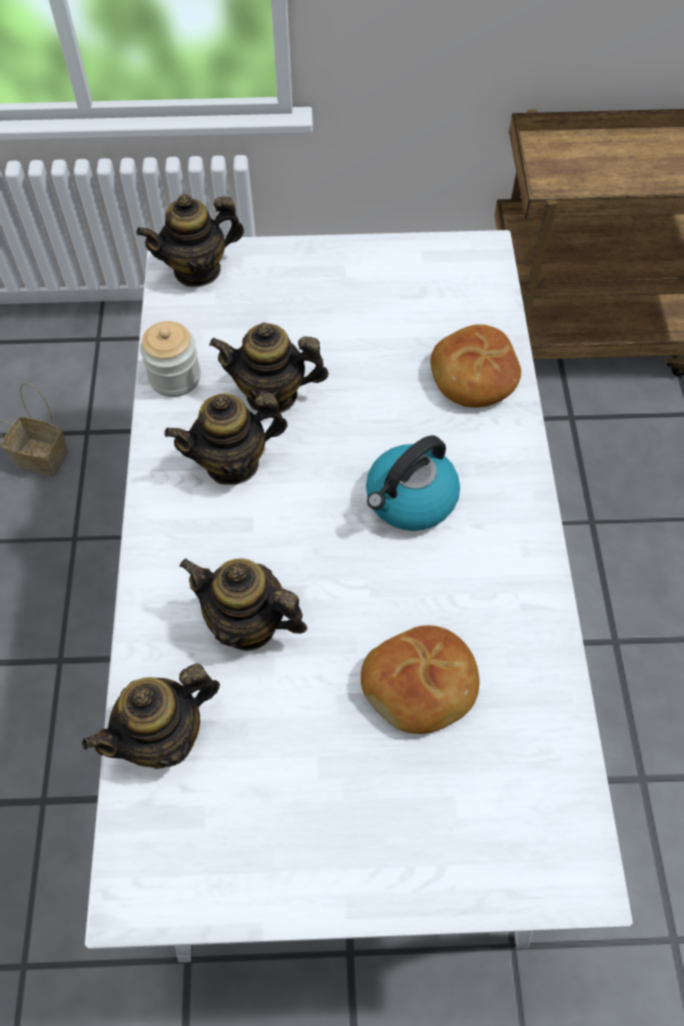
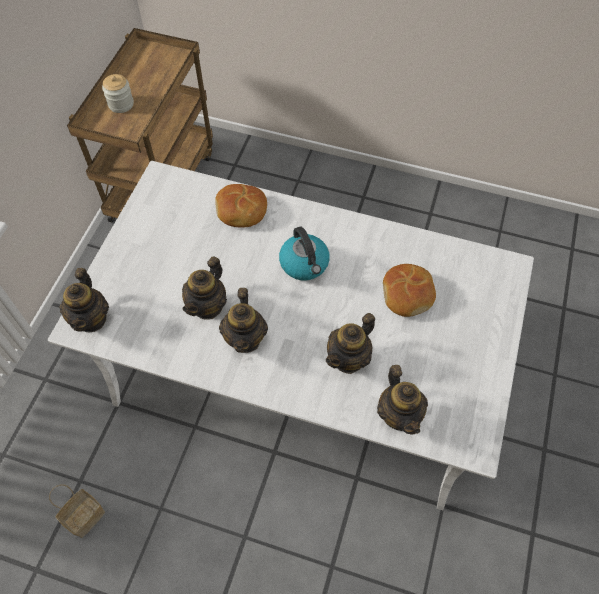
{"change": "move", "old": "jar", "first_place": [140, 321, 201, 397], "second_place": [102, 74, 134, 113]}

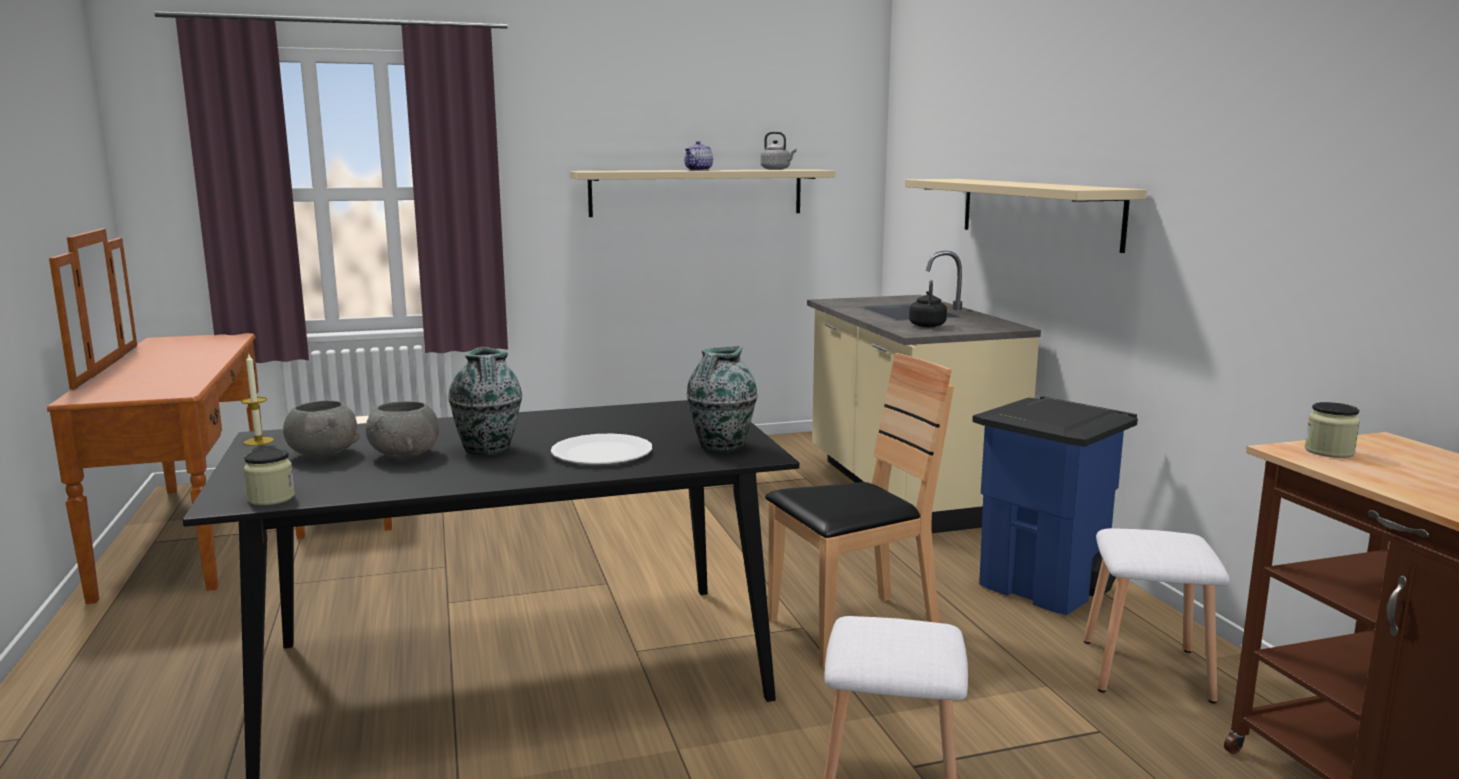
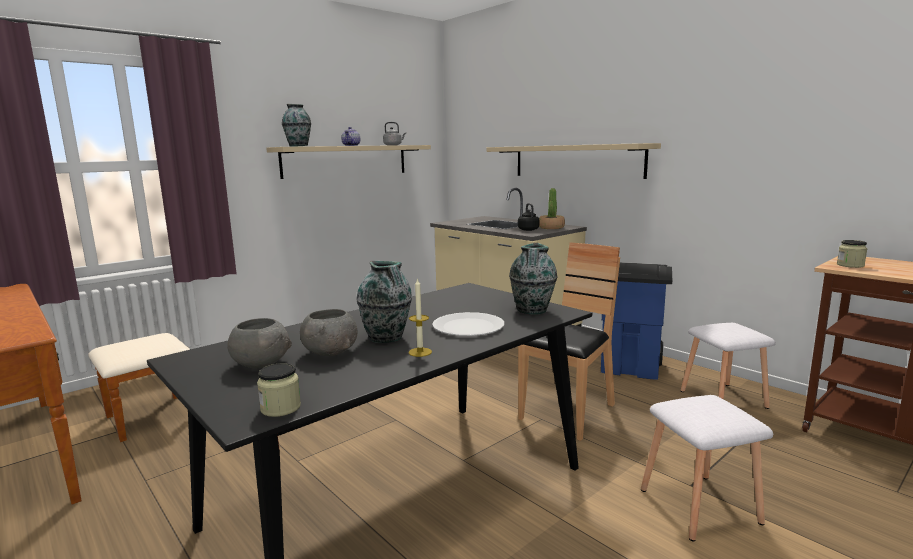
{"change": "insert", "new": "vase", "second_place": [282, 104, 311, 147]}
{"change": "move", "old": "candle", "first_place": [241, 354, 274, 446], "second_place": [409, 278, 432, 357]}
{"change": "insert", "new": "potted plant", "second_place": [539, 188, 565, 229]}

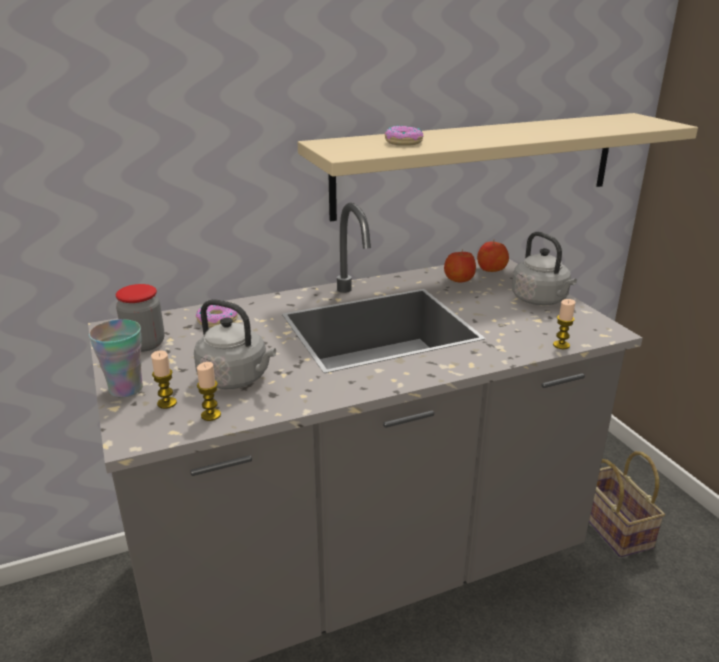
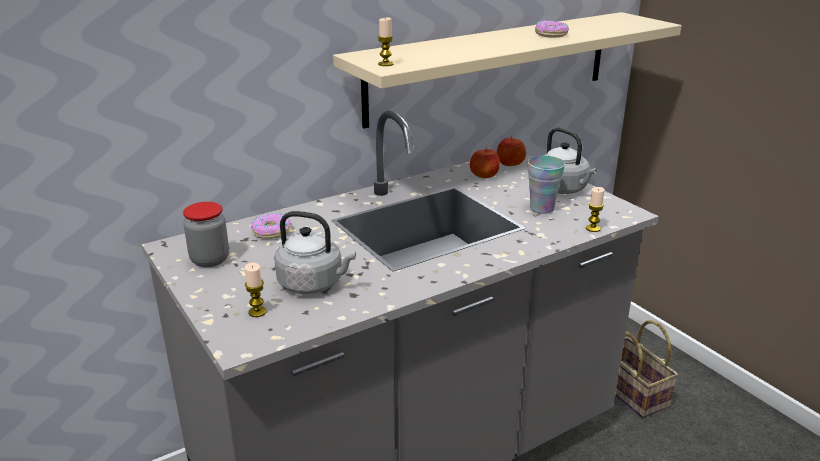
{"change": "move", "old": "candle", "first_place": [197, 362, 221, 421], "second_place": [378, 17, 393, 66]}
{"change": "move", "old": "cup", "first_place": [89, 319, 143, 398], "second_place": [528, 156, 565, 214]}
{"change": "move", "old": "donut", "first_place": [384, 126, 423, 146], "second_place": [535, 20, 569, 38]}

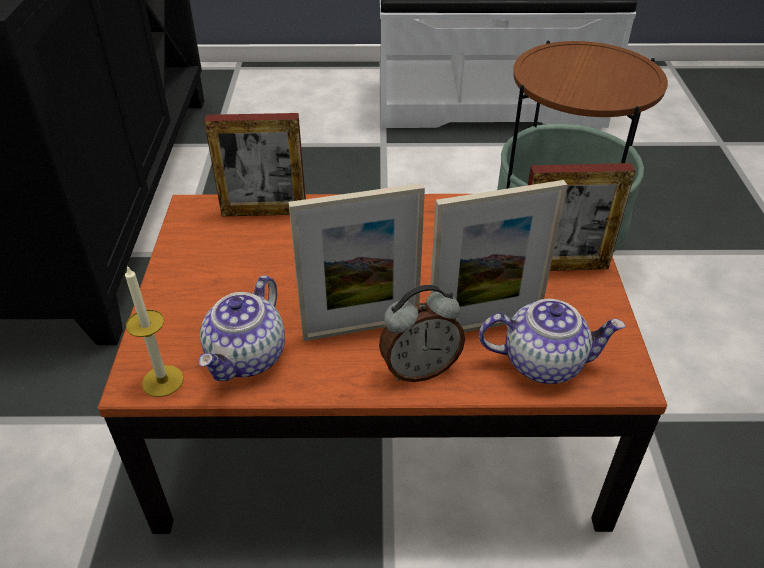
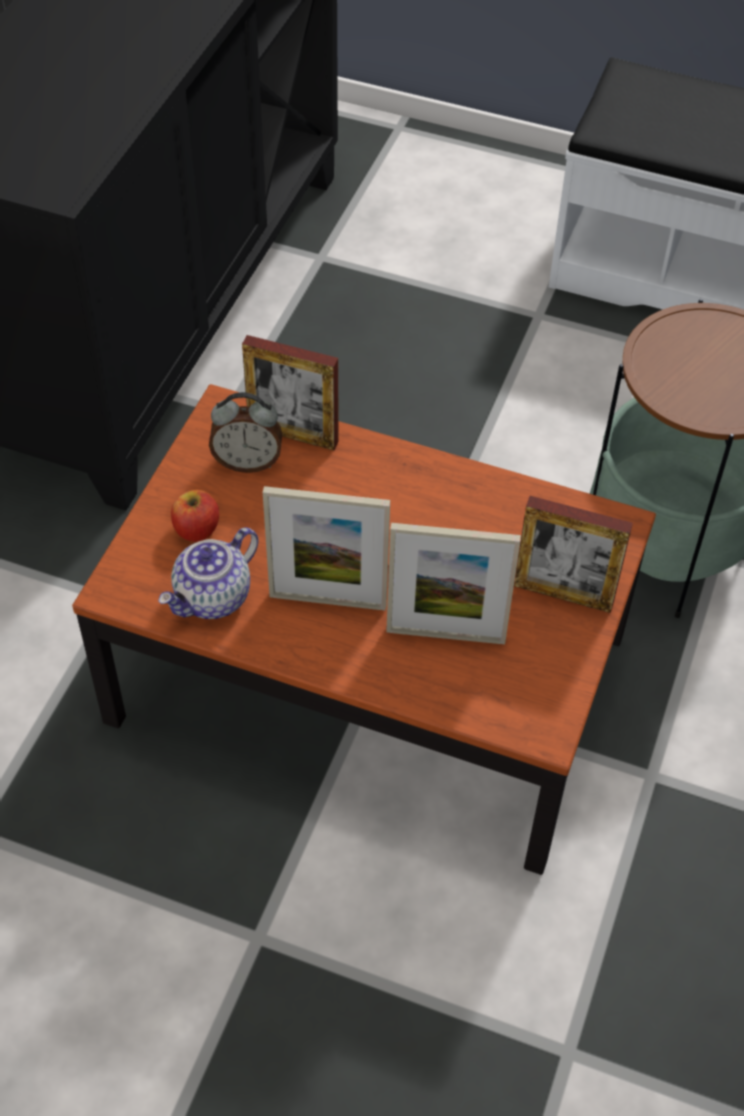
{"change": "insert", "new": "apple", "second_place": [171, 490, 219, 542]}
{"change": "move", "old": "alarm clock", "first_place": [379, 285, 465, 382], "second_place": [209, 392, 283, 473]}
{"change": "delete", "old": "candle", "first_place": [125, 266, 184, 397]}
{"change": "delete", "old": "teapot", "first_place": [479, 299, 625, 384]}

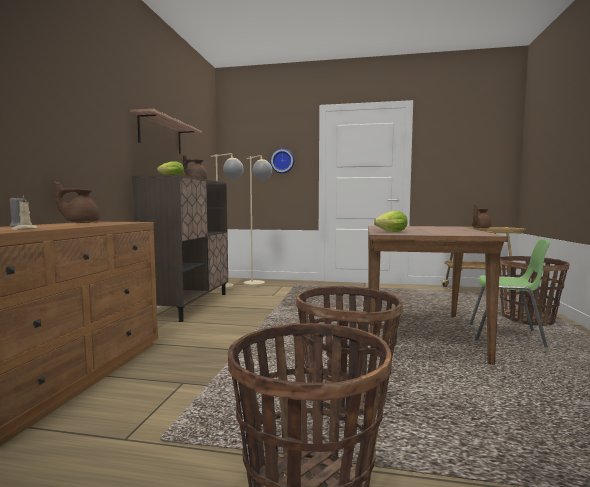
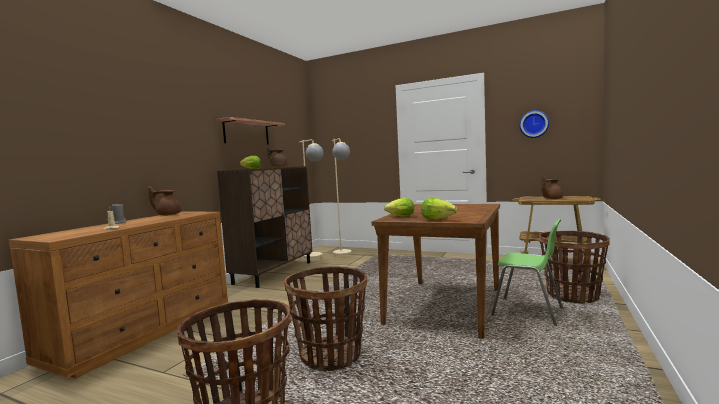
{"change": "insert", "new": "lettuce", "second_place": [421, 198, 457, 220]}
{"change": "move", "old": "wall clock", "first_place": [271, 148, 294, 173], "second_place": [519, 110, 549, 138]}

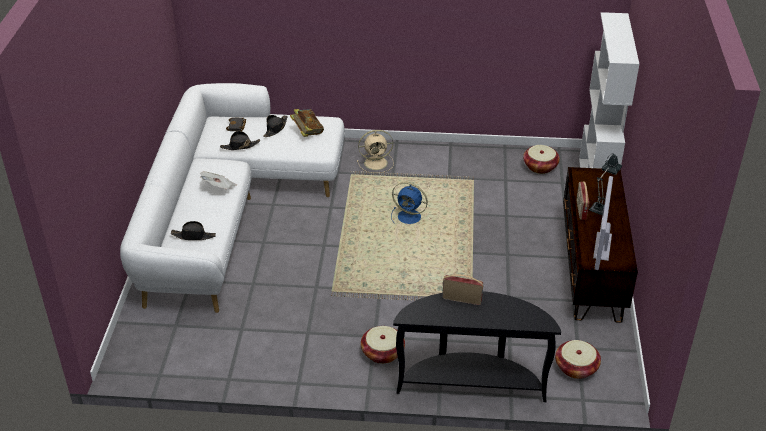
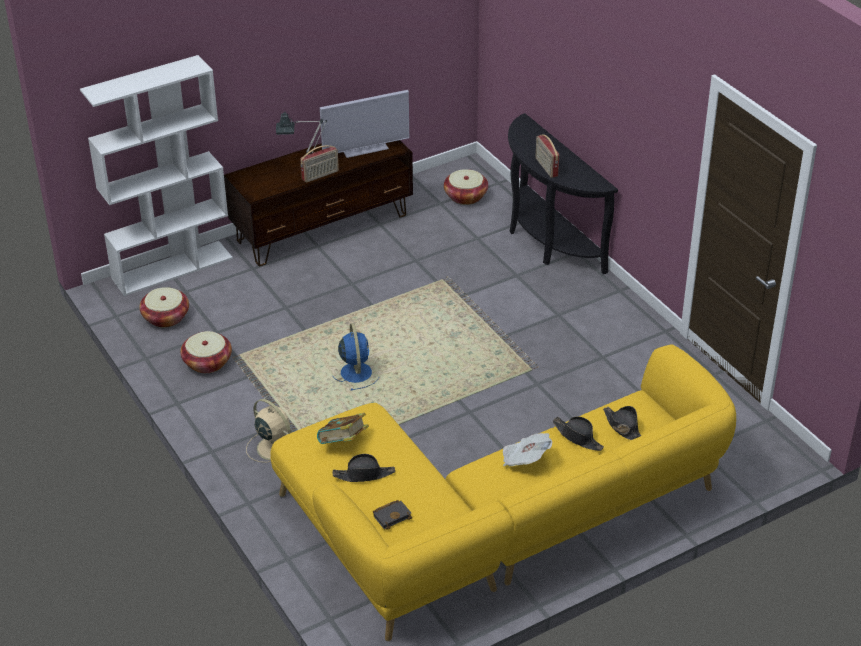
{"change": "move", "old": "basket", "first_place": [361, 326, 405, 364], "second_place": [180, 331, 232, 373]}
{"change": "recolor", "old": "sofa/white", "new": "sofa/yellow", "first_place": [120, 83, 345, 313], "second_place": [270, 344, 736, 641]}
{"change": "move", "old": "hat/black", "first_place": [220, 131, 260, 150], "second_place": [553, 416, 604, 451]}

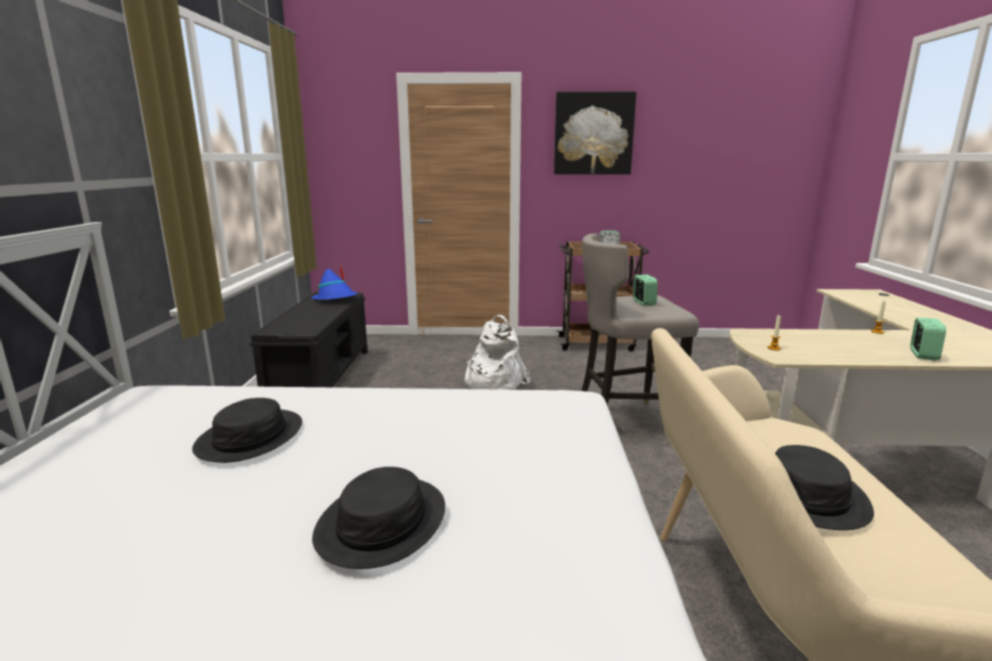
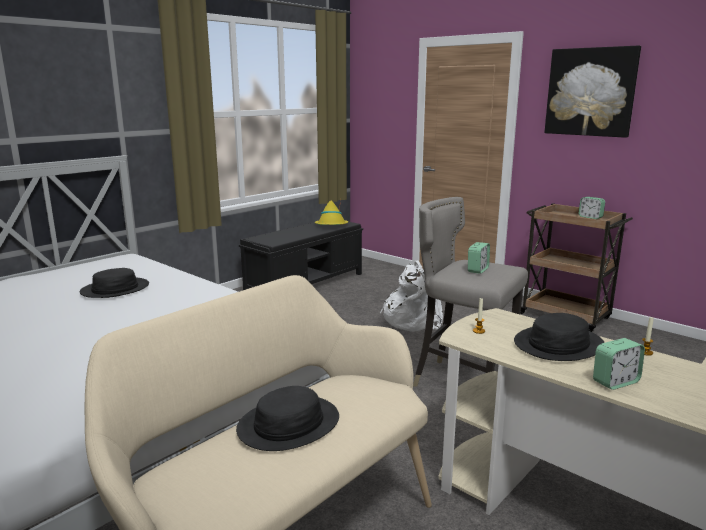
{"change": "recolor", "old": "hat/blue", "new": "hat/yellow", "first_place": [311, 265, 357, 300], "second_place": [315, 200, 348, 225]}
{"change": "move", "old": "hat/black", "first_place": [312, 467, 445, 569], "second_place": [514, 313, 604, 361]}

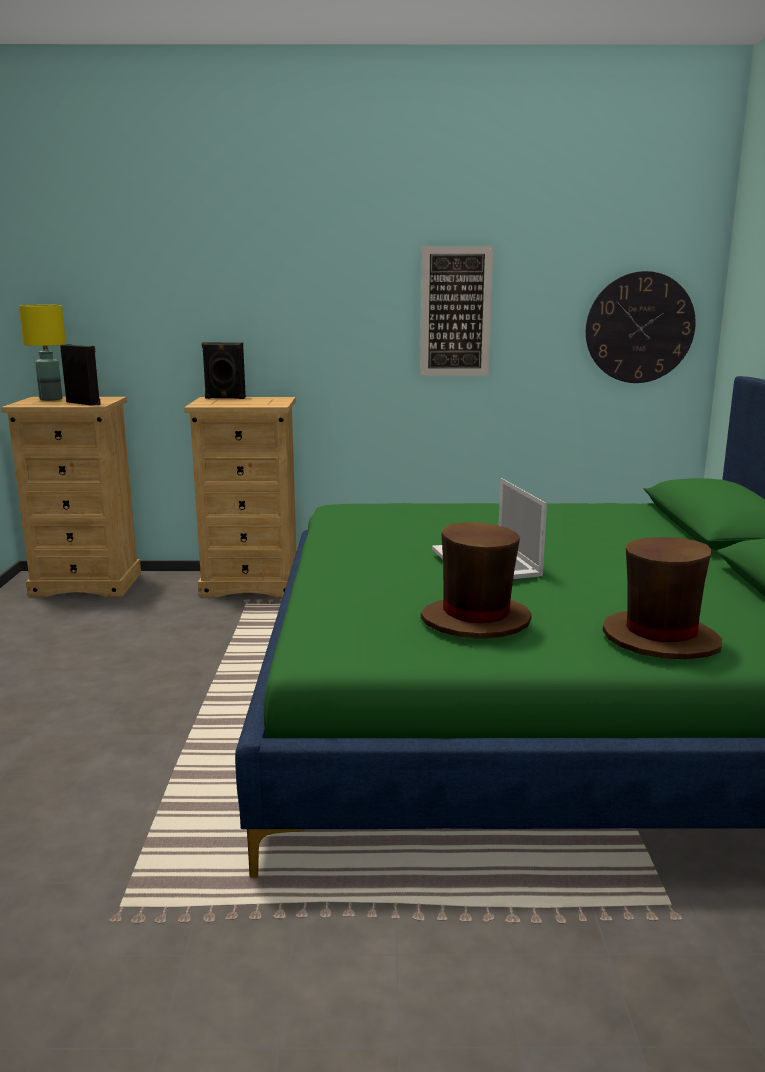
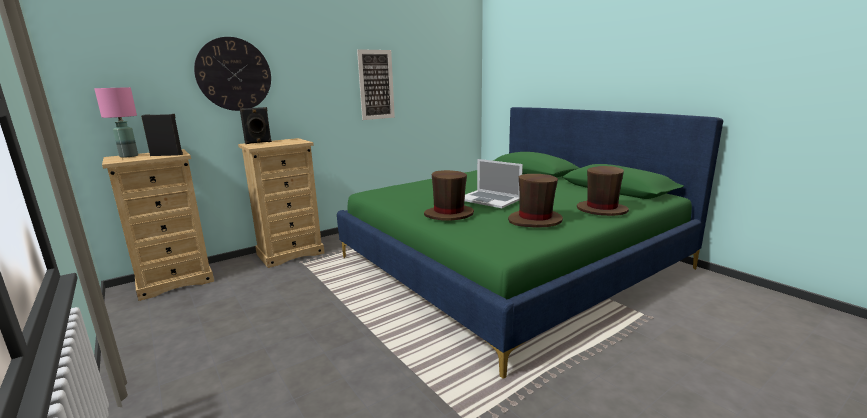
{"change": "recolor", "old": "table lamp/yellow", "new": "table lamp/pink", "first_place": [19, 305, 66, 401], "second_place": [94, 87, 138, 158]}
{"change": "move", "old": "wall clock", "first_place": [586, 271, 696, 383], "second_place": [194, 37, 271, 111]}
{"change": "insert", "new": "hat/brown", "second_place": [424, 170, 474, 221]}

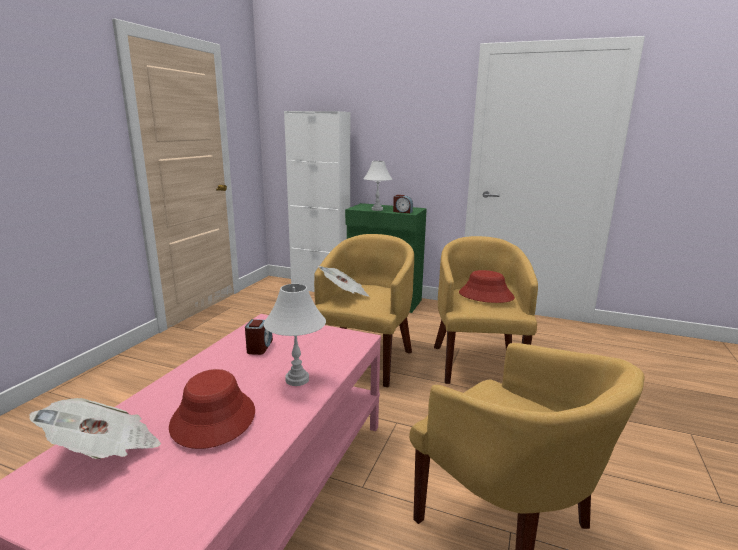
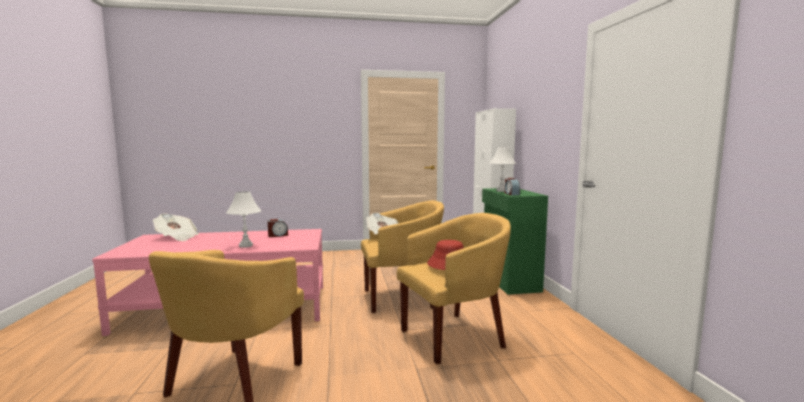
{"change": "delete", "old": "hat/red", "first_place": [169, 369, 255, 449]}

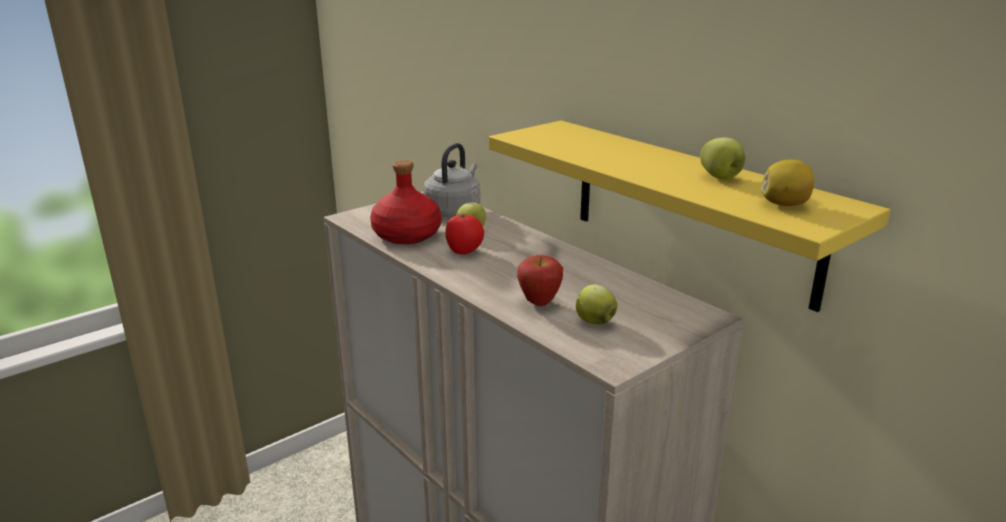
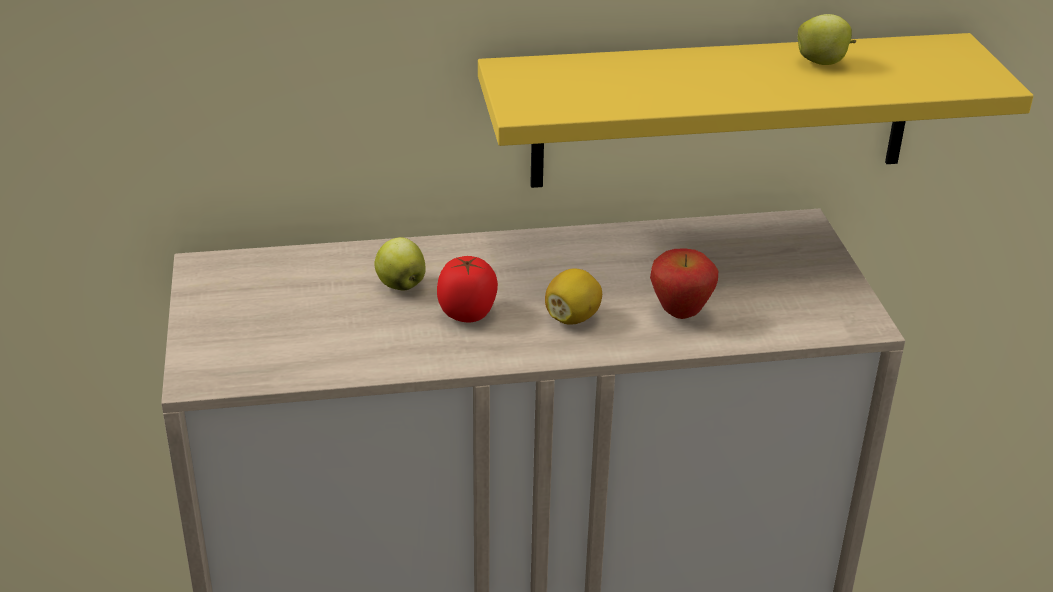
{"change": "move", "old": "lemon", "first_place": [760, 160, 814, 206], "second_place": [545, 268, 602, 325]}
{"change": "delete", "old": "bottle/red", "first_place": [370, 160, 441, 244]}
{"change": "delete", "old": "kettle/grey", "first_place": [423, 143, 480, 217]}
{"change": "delete", "old": "apple", "first_place": [576, 284, 617, 324]}

